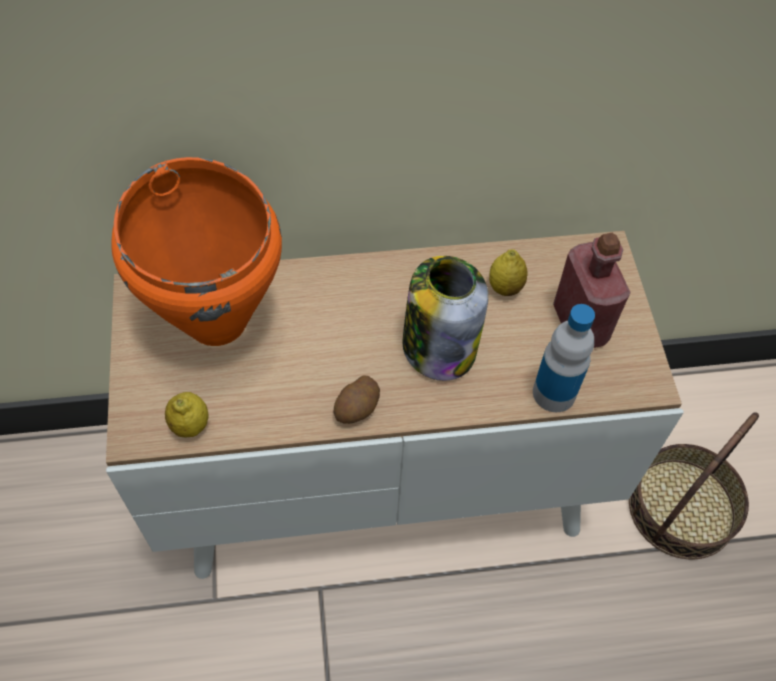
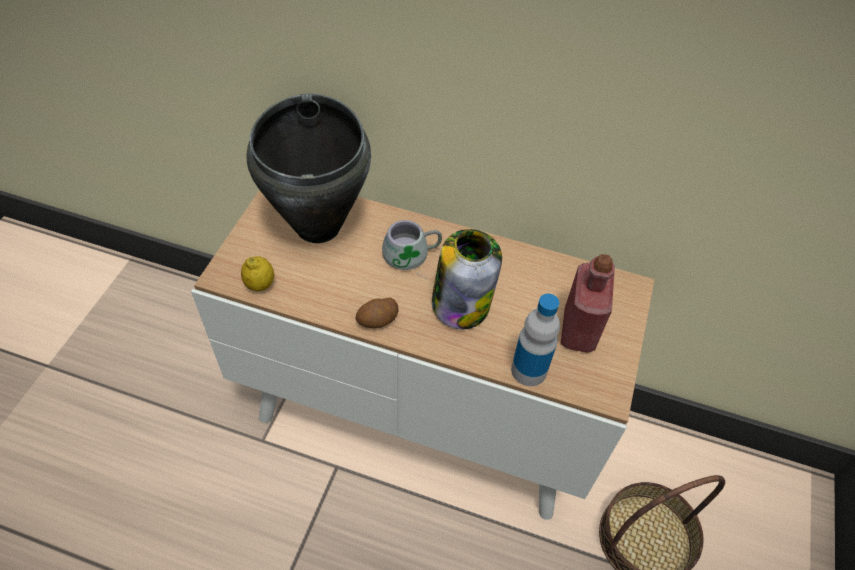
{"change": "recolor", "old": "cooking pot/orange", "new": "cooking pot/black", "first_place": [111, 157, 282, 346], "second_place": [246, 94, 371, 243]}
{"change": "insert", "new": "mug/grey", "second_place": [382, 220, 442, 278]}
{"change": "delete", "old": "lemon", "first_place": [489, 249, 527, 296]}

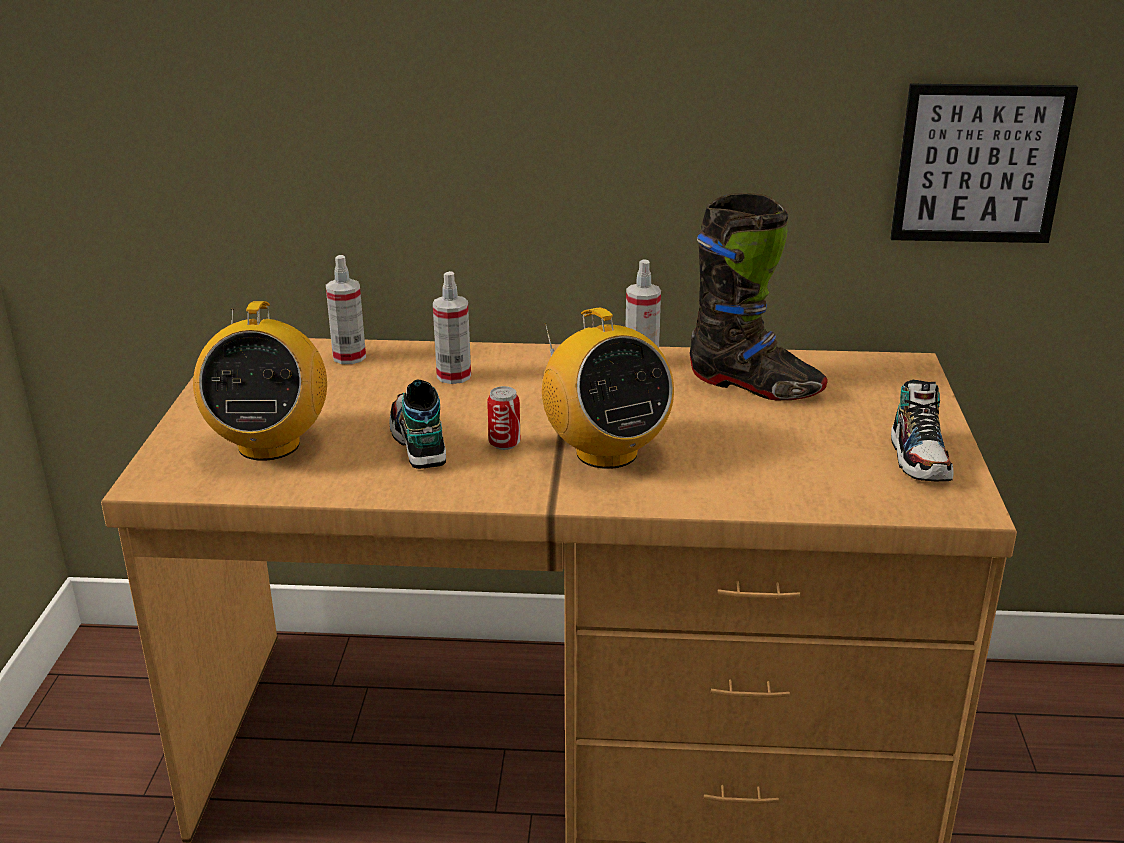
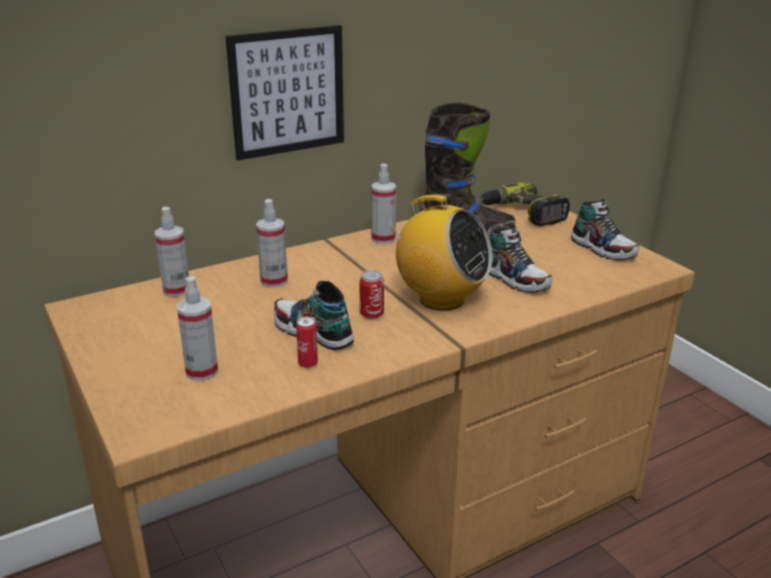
{"change": "replace", "old": "radio", "new": "spray bottle", "first_place": [193, 301, 327, 461], "second_place": [176, 276, 218, 381]}
{"change": "move", "old": "picture", "first_place": [890, 84, 1078, 243], "second_place": [226, 25, 344, 160]}
{"change": "insert", "new": "can", "second_place": [296, 317, 318, 368]}
{"change": "insert", "new": "power drill", "second_place": [480, 182, 570, 226]}
{"change": "insert", "new": "shoe", "second_place": [489, 226, 552, 293]}

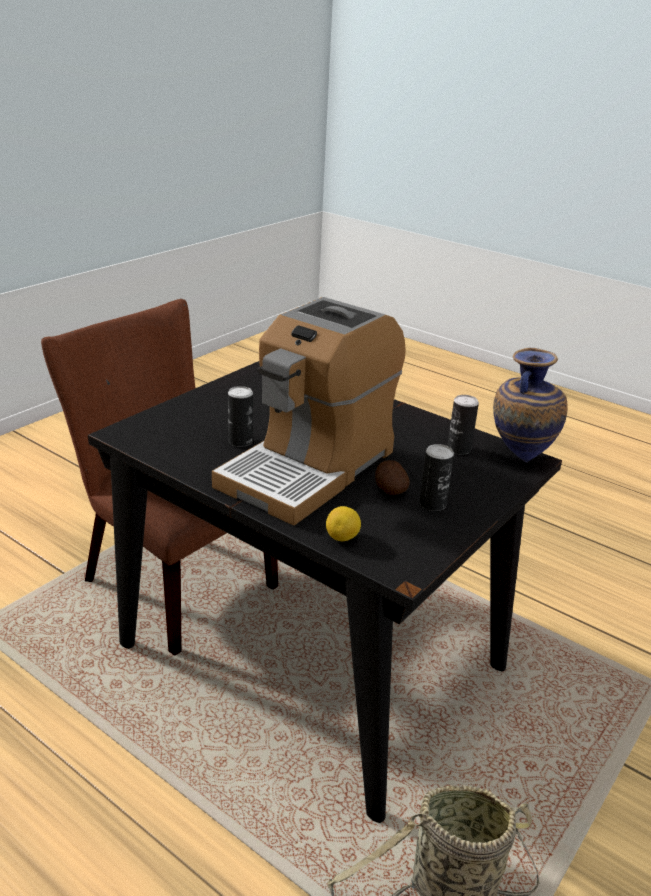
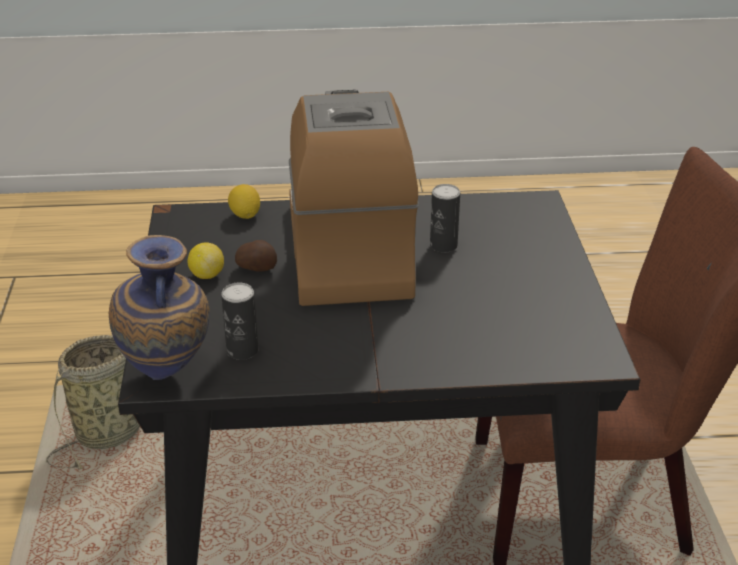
{"change": "replace", "old": "can", "new": "lemon", "first_place": [419, 444, 454, 511], "second_place": [188, 242, 224, 279]}

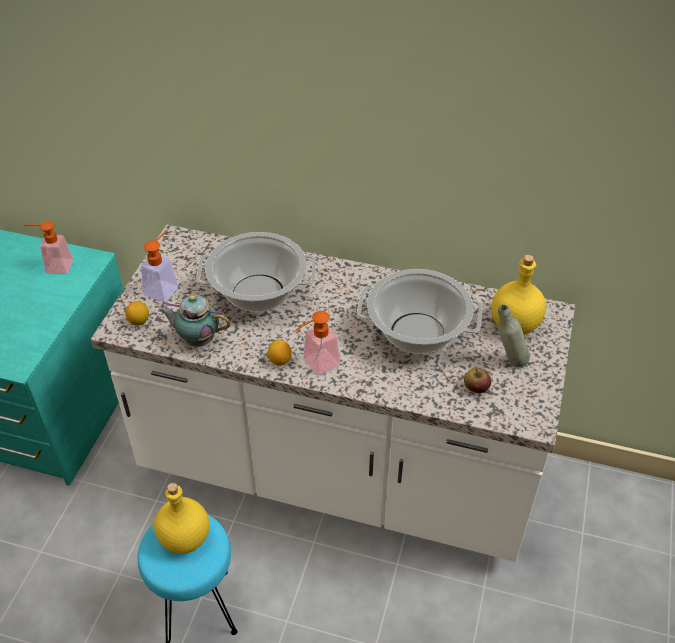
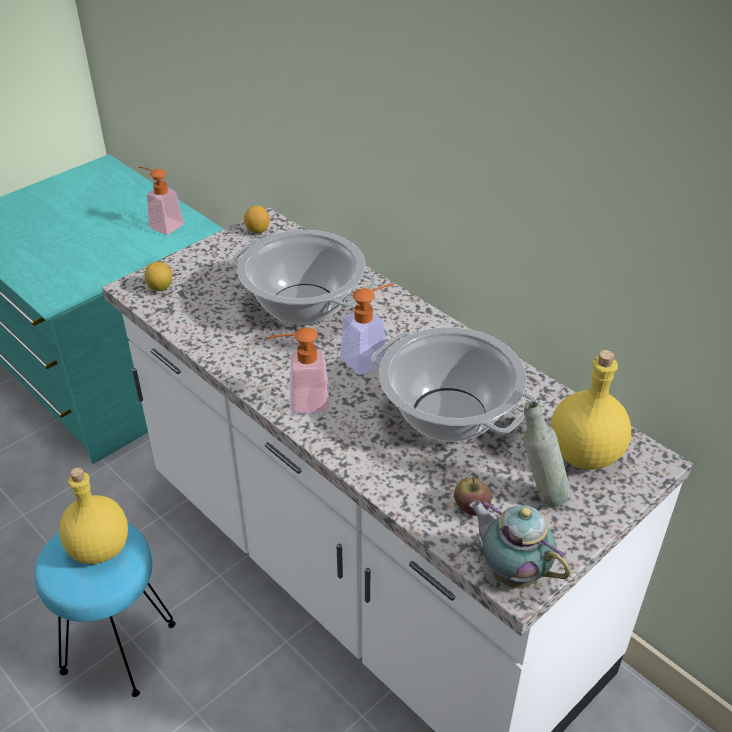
{"change": "move", "old": "lemon", "first_place": [268, 340, 292, 366], "second_place": [244, 206, 269, 233]}
{"change": "move", "old": "soap dispenser", "first_place": [141, 230, 178, 302], "second_place": [340, 283, 394, 375]}
{"change": "move", "old": "teapot", "first_place": [158, 295, 230, 347], "second_place": [469, 500, 571, 588]}

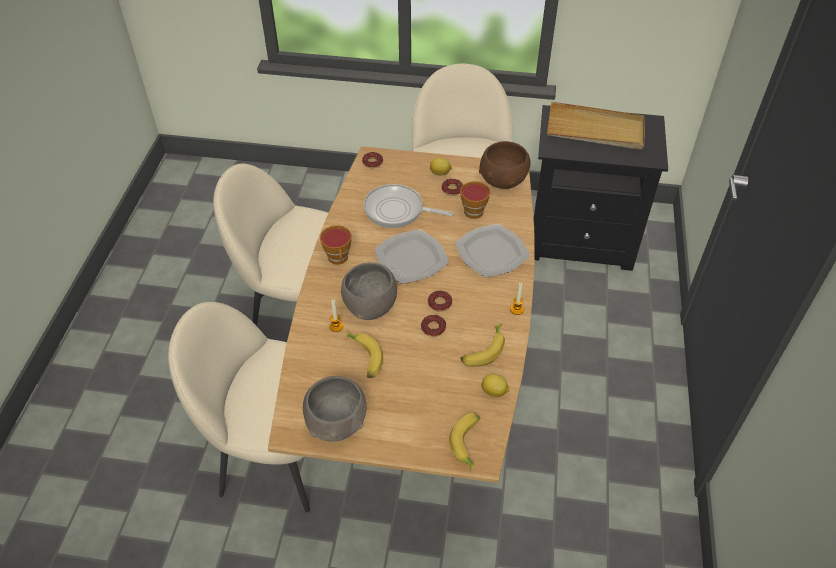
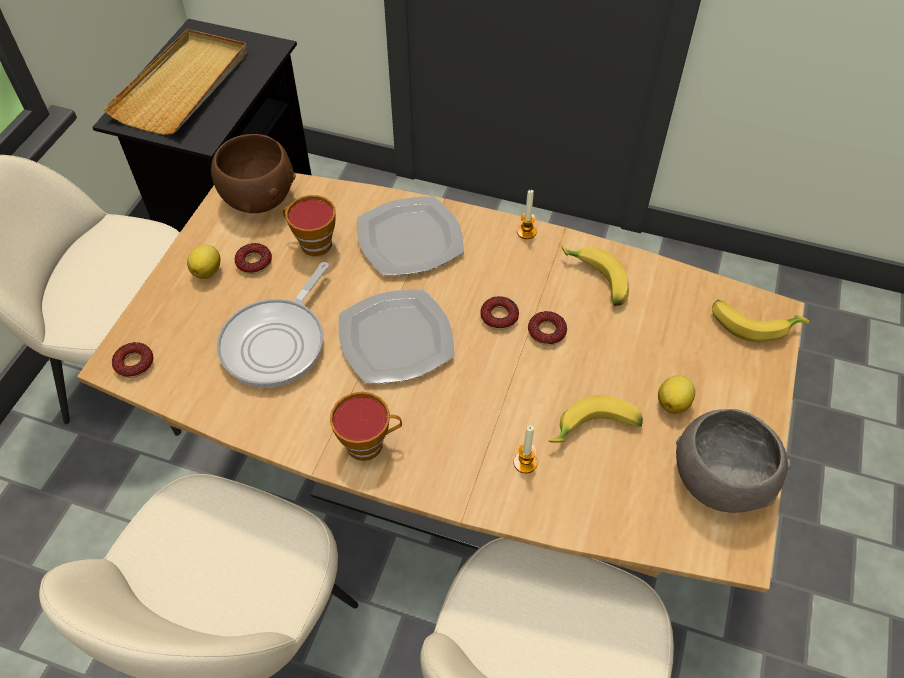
{"change": "move", "old": "lemon", "first_place": [481, 374, 510, 397], "second_place": [658, 375, 695, 414]}
{"change": "delete", "old": "bowl/grey", "first_place": [341, 263, 397, 320]}

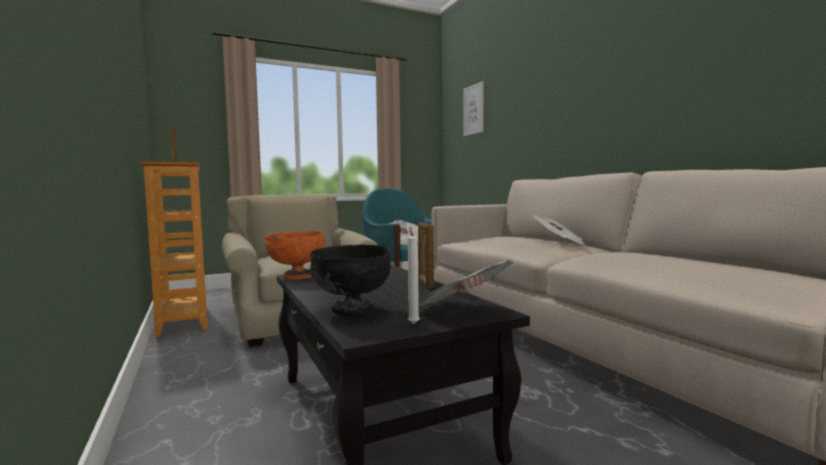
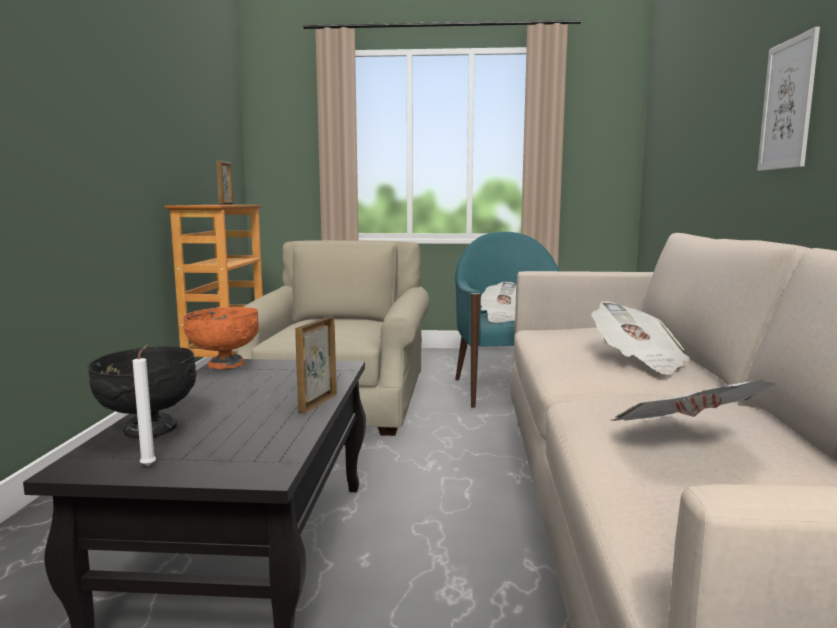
{"change": "move", "old": "newspaper", "first_place": [419, 259, 513, 306], "second_place": [612, 380, 775, 421]}
{"change": "move", "old": "picture", "first_place": [463, 81, 484, 136], "second_place": [757, 27, 820, 171]}

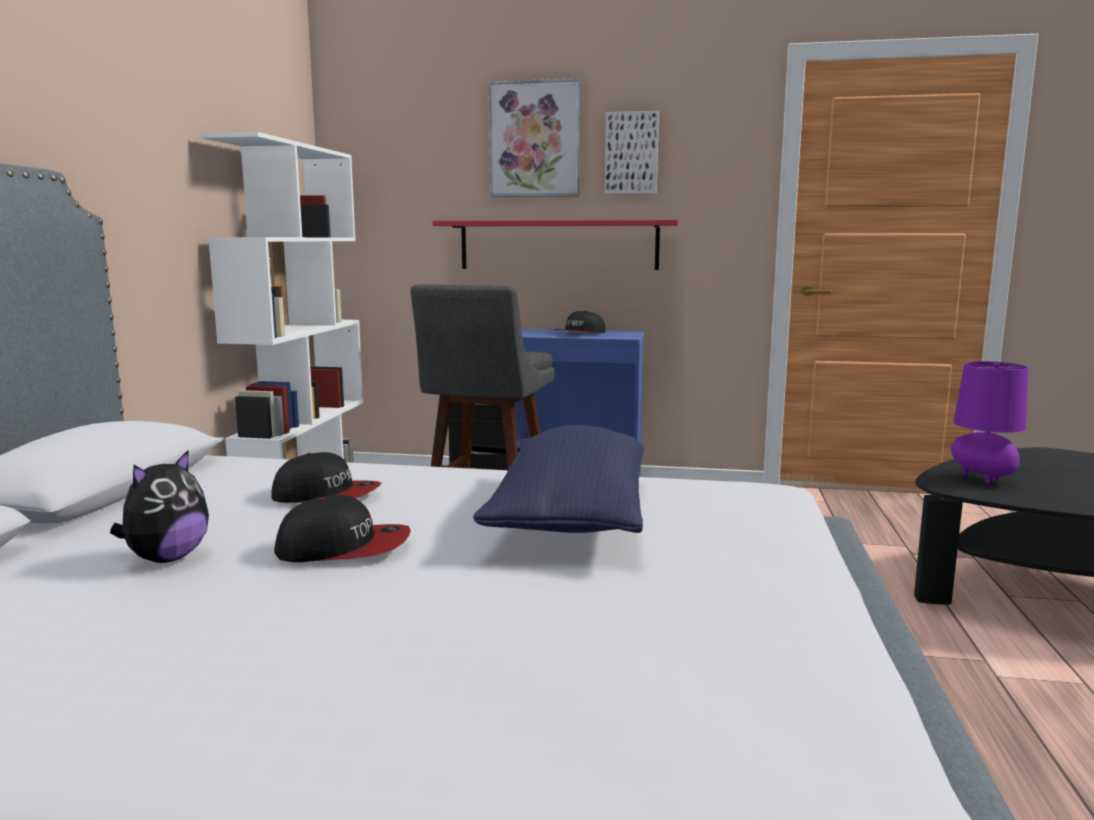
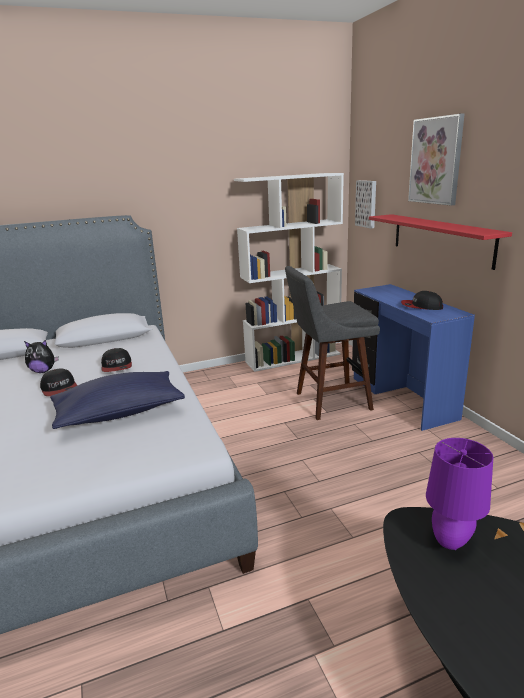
{"change": "move", "old": "picture", "first_place": [605, 111, 659, 194], "second_place": [355, 180, 376, 229]}

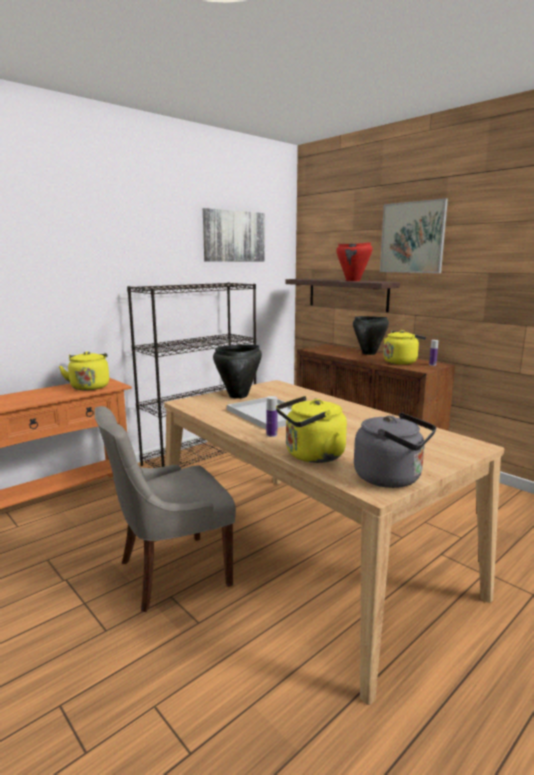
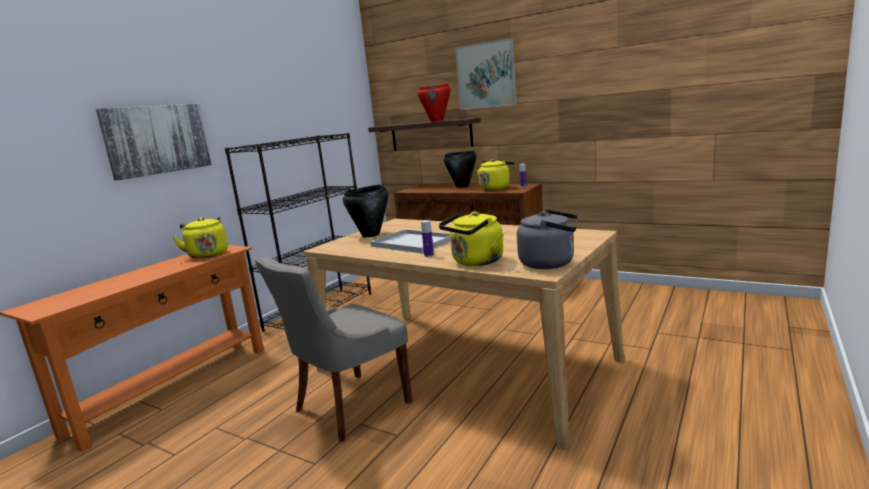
{"change": "move", "old": "picture", "first_place": [203, 208, 265, 262], "second_place": [96, 104, 212, 181]}

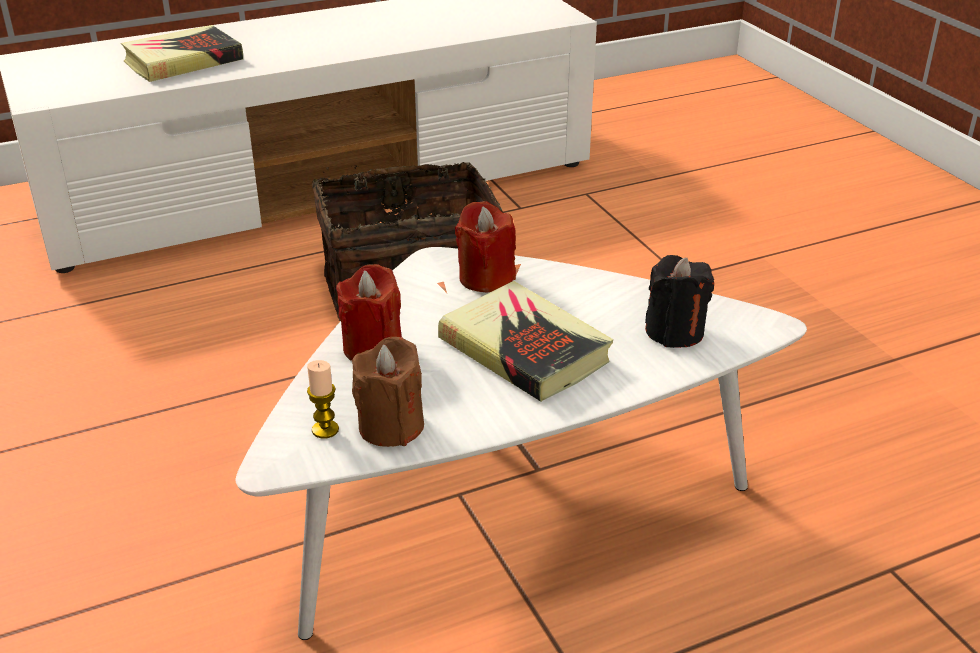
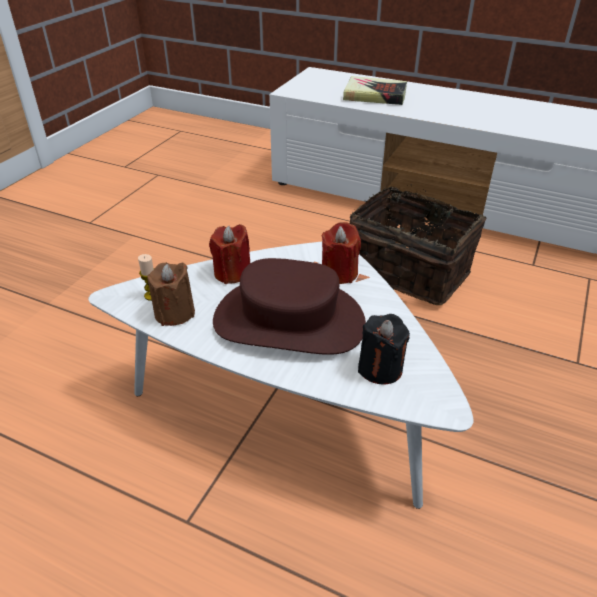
{"change": "replace", "old": "book", "new": "hat/brown", "first_place": [438, 281, 613, 402], "second_place": [213, 258, 366, 355]}

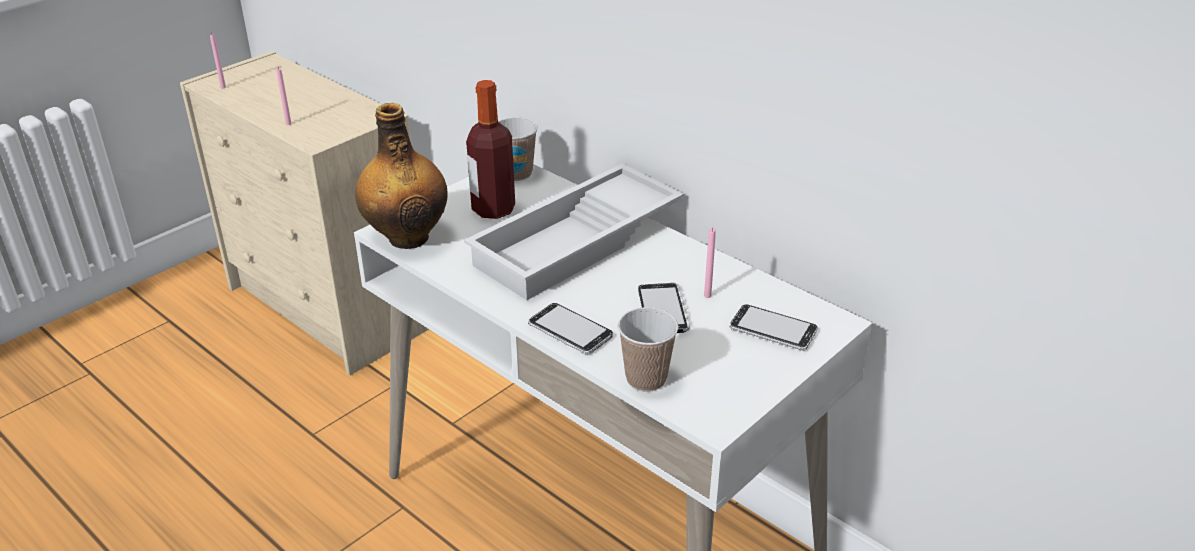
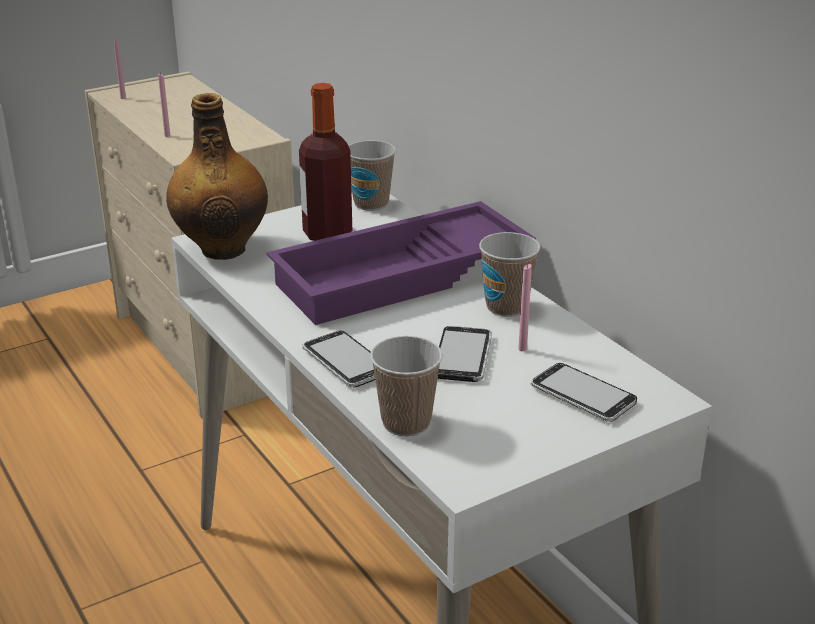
{"change": "recolor", "old": "tray/white", "new": "tray/purple", "first_place": [464, 164, 684, 300], "second_place": [266, 201, 536, 325]}
{"change": "insert", "new": "cup", "second_place": [479, 232, 540, 317]}

